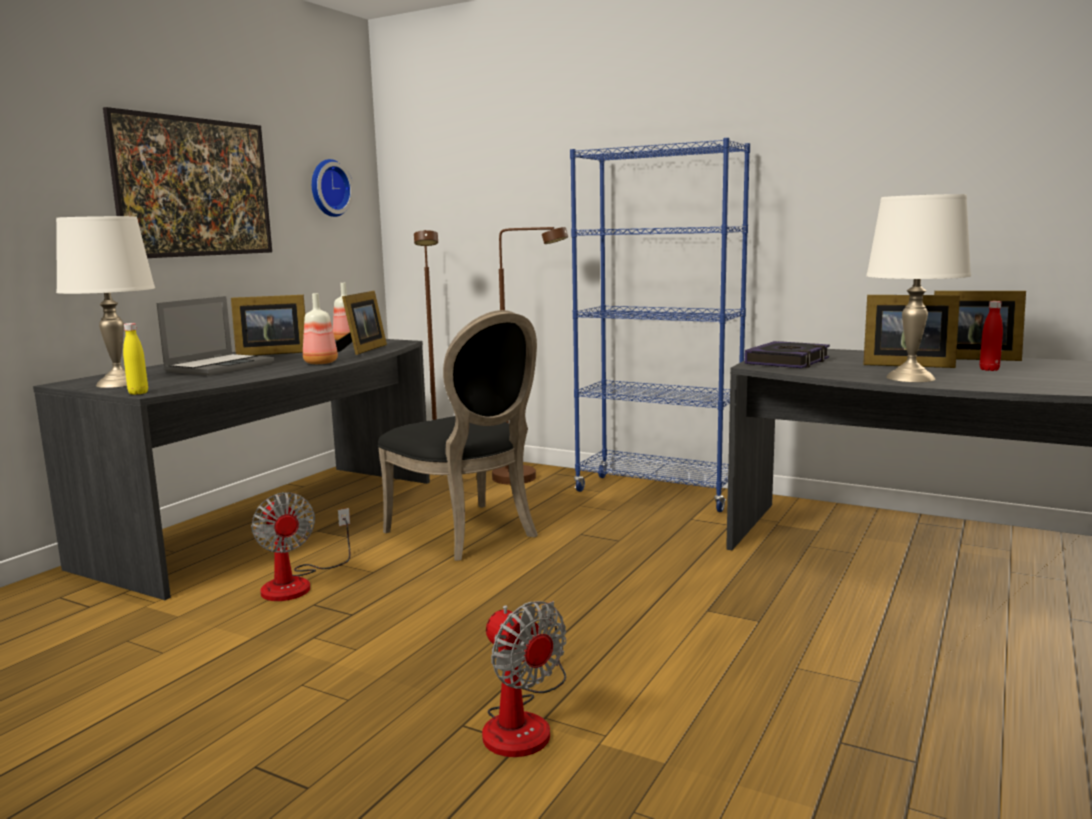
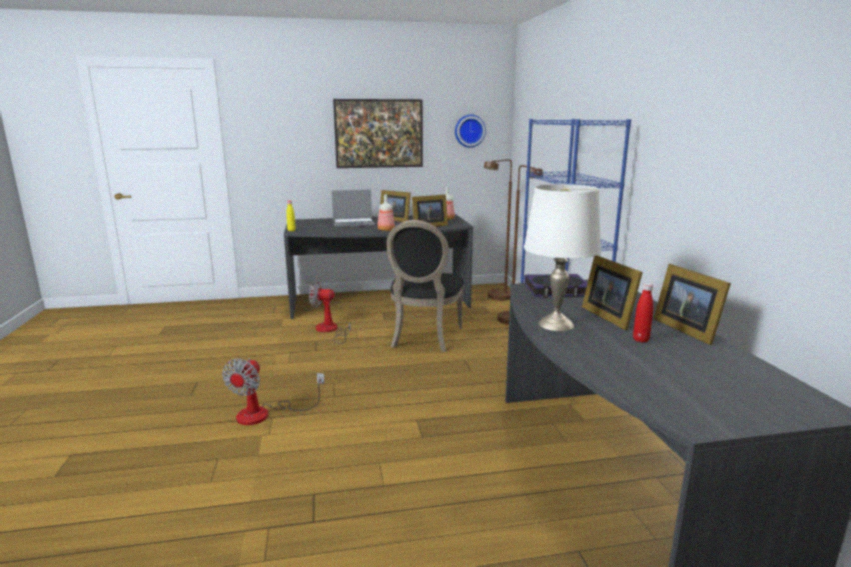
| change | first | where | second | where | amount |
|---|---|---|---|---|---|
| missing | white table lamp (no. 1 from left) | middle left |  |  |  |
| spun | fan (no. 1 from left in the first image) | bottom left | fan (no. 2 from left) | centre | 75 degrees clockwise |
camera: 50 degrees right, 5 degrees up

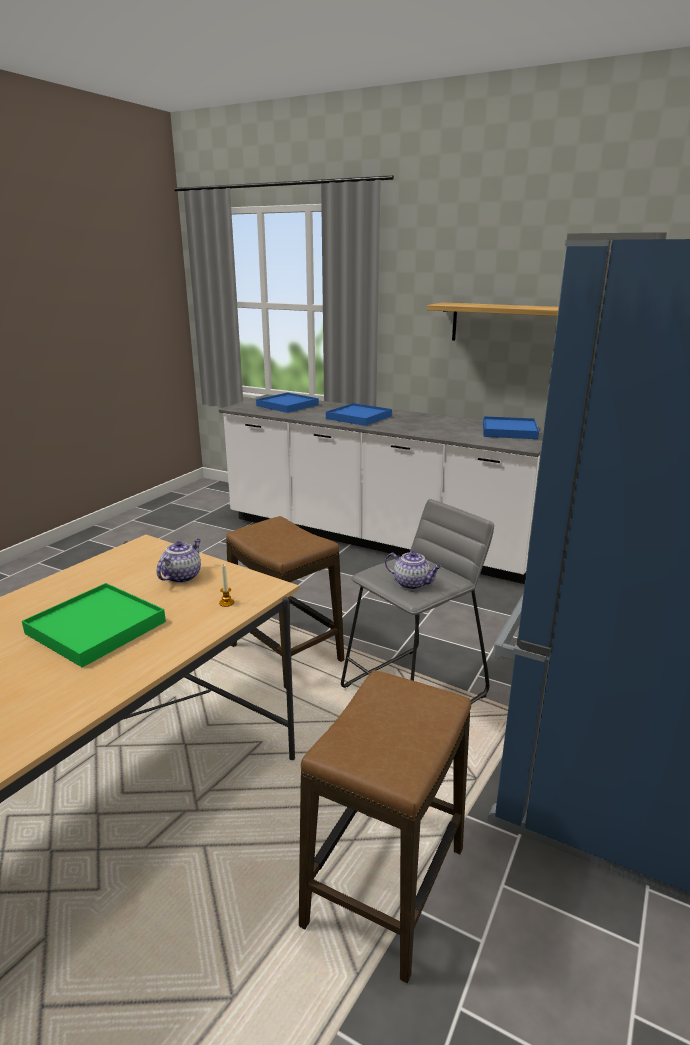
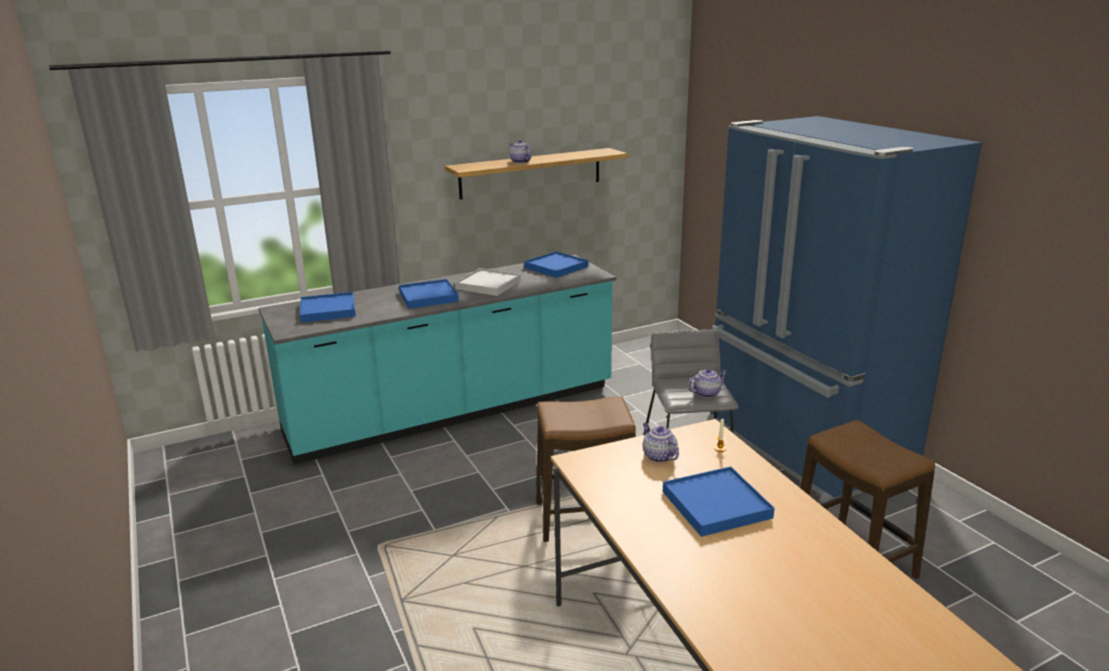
| change | first | where | second | where | amount |
|---|---|---|---|---|---|
| colour | green tray | middle left | blue tray (no. 4 from left) | bottom centre |  |
| colour | white counter | centre | turquoise counter | centre |  |
| appeared |  |  | white tray | centre |  |
| appeared |  |  | teapot (no. 1 from left) | top centre |  |
camera: 55 degrees left, 0 degrees up

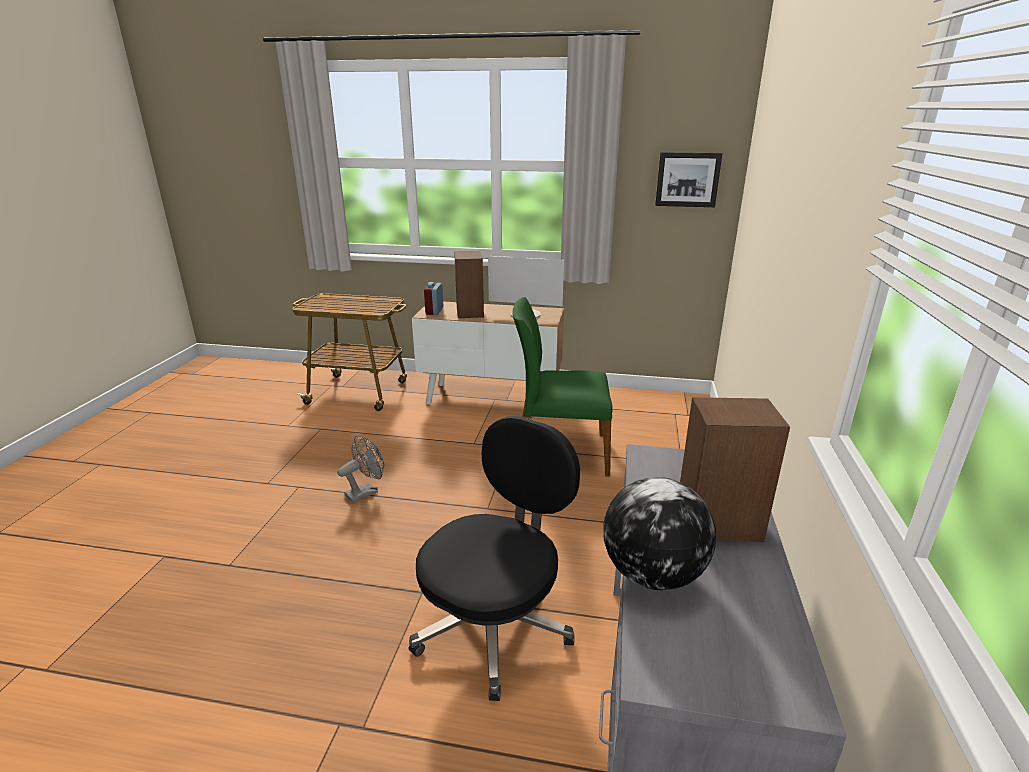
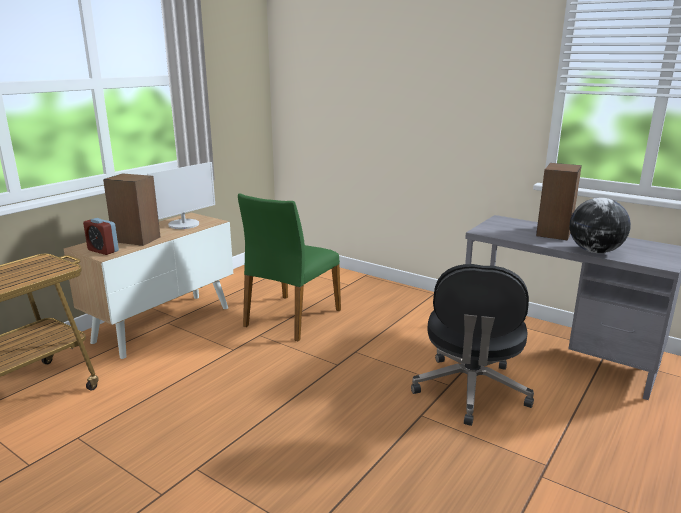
| change | first | where | second | where | amount |
|---|---|---|---|---|---|
| missing | grey fan | centre |  |  |  |
| spun | black office chair | bottom centre |  | bottom right | 135 degrees counterclockwise |
| missing | picture | top right |  |  |  |
camera: 65 degrees left, 5 degrees down

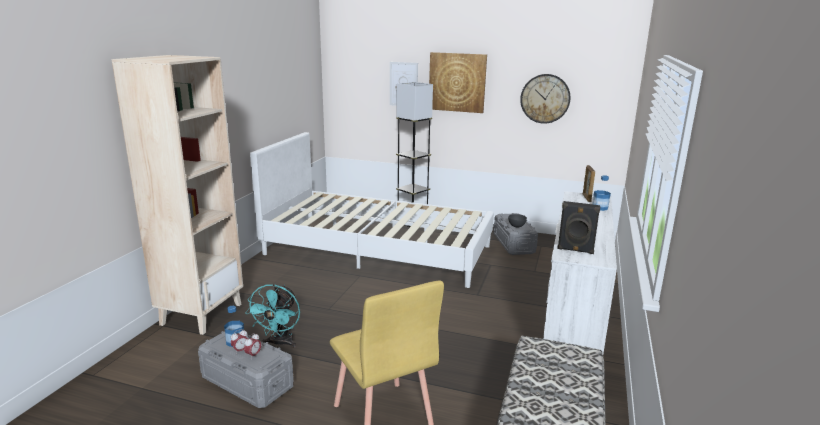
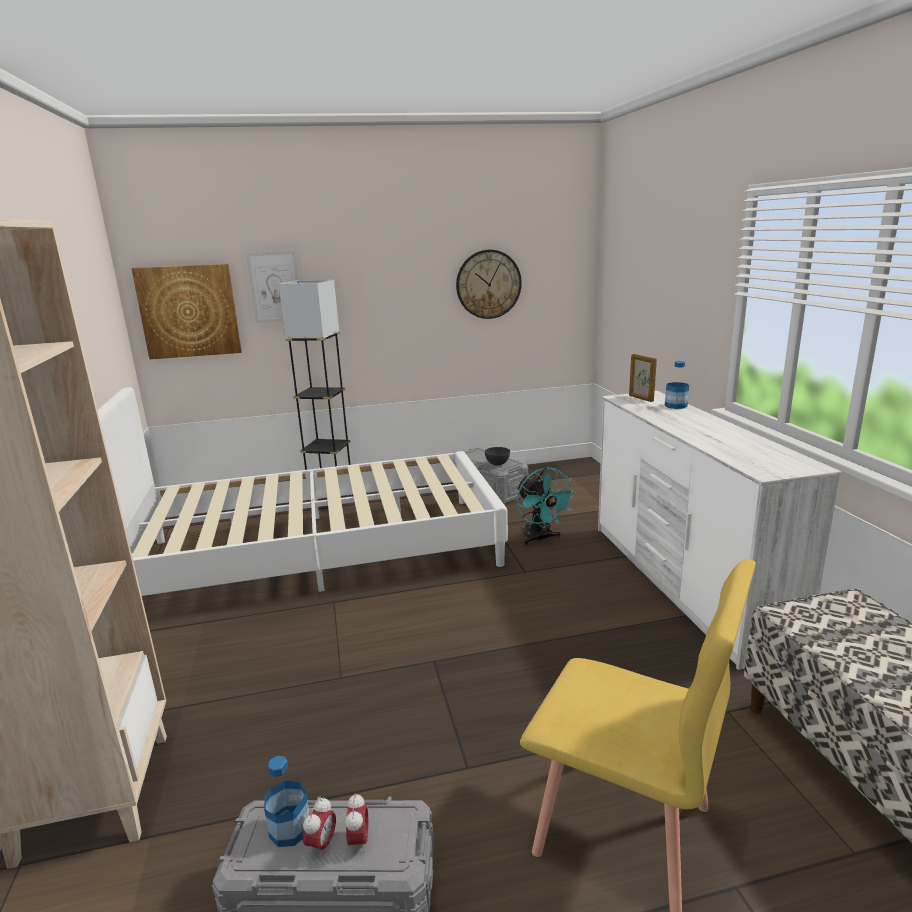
| change | first | where | second | where | amount |
|---|---|---|---|---|---|
| relocated | turquoise fan | bottom left |  | centre |  |
| relocated | picture (no. 2 from left in the first image) | top centre | picture (no. 1 from left) | middle left |  |
| missing | black speaker | middle right |  |  |  |
camera: 30 degrees left, 0 degrees up

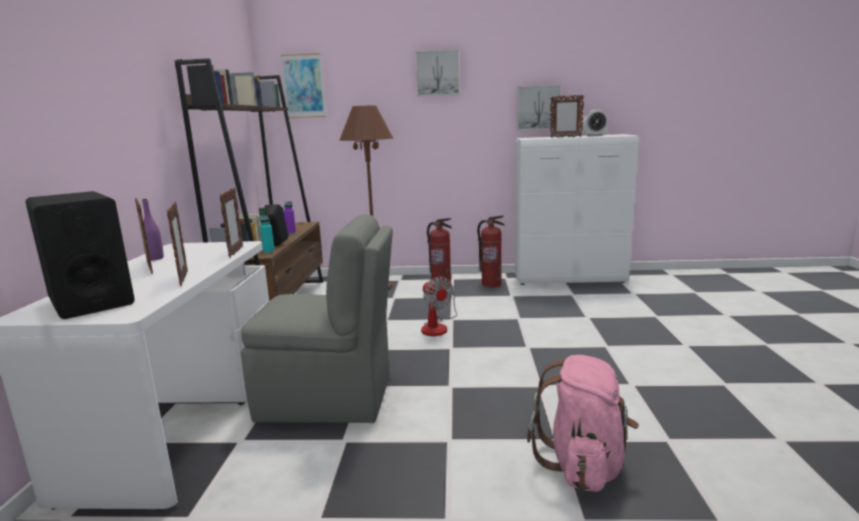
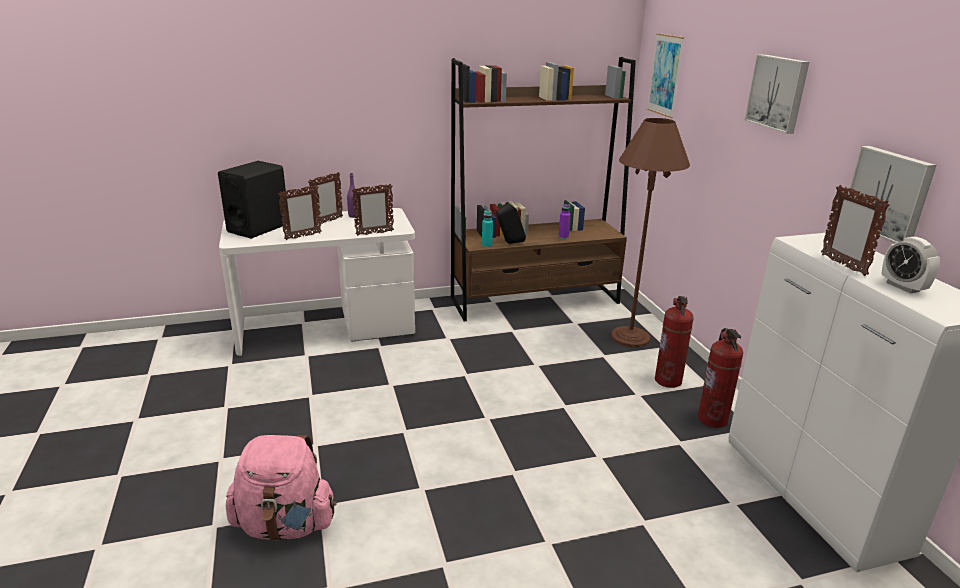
| change | first | where | second | where | amount |
|---|---|---|---|---|---|
| missing | grey chair | centre |  |  |  |
| missing | fan | centre |  |  |  |
camera: 70 degrees right, 10 degrees up

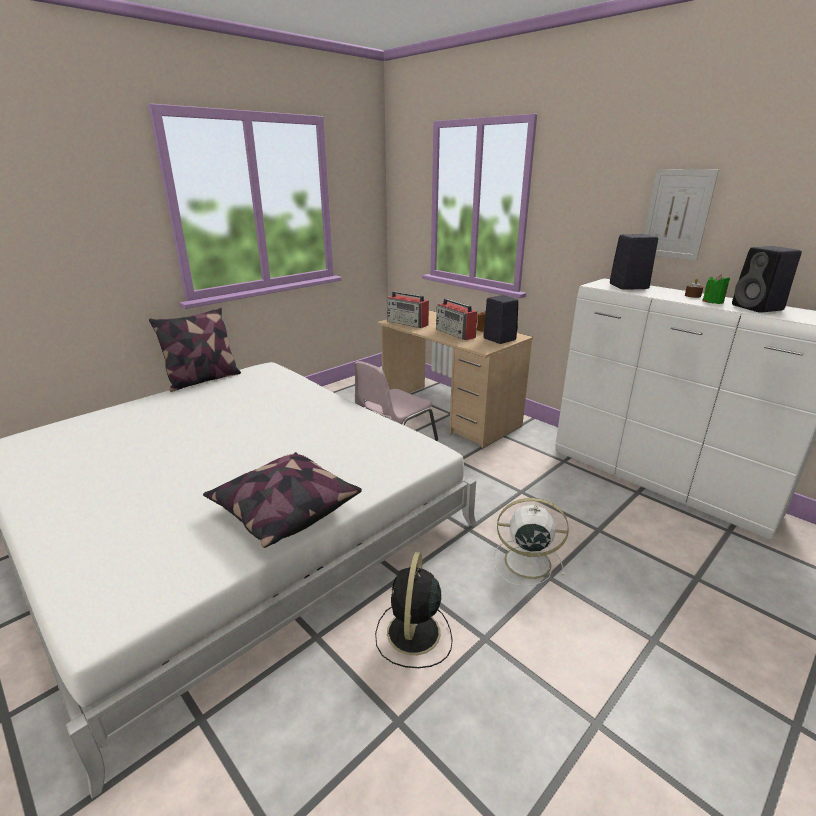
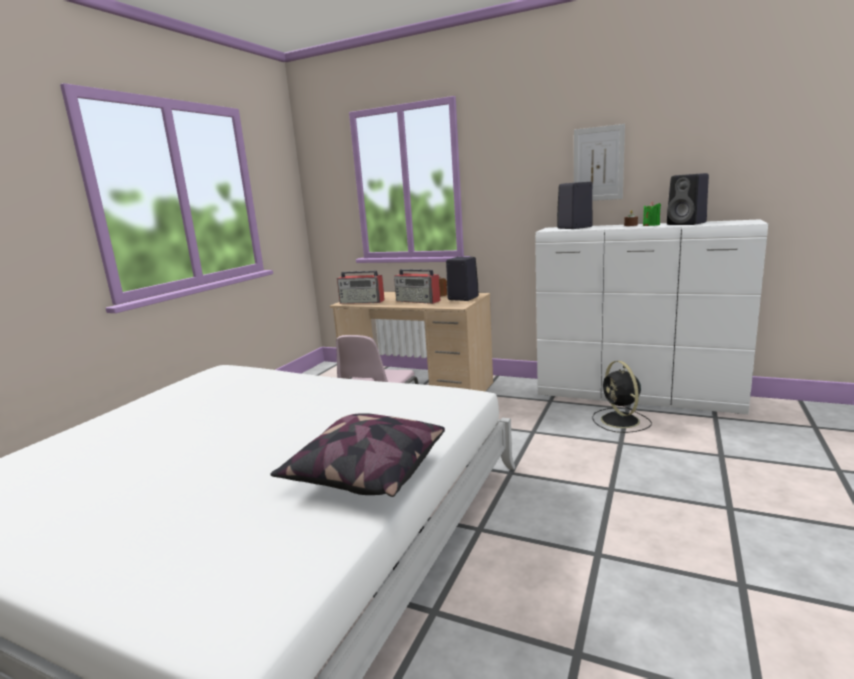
| change | first | where | second | where | amount |
|---|---|---|---|---|---|
| missing | pillow (no. 1 from left) | middle left |  |  |  |
| relocated | black fan | bottom centre |  | middle right |  |
| missing | white fan | centre |  |  |  |
camera: 20 degrees left, 10 degrees down

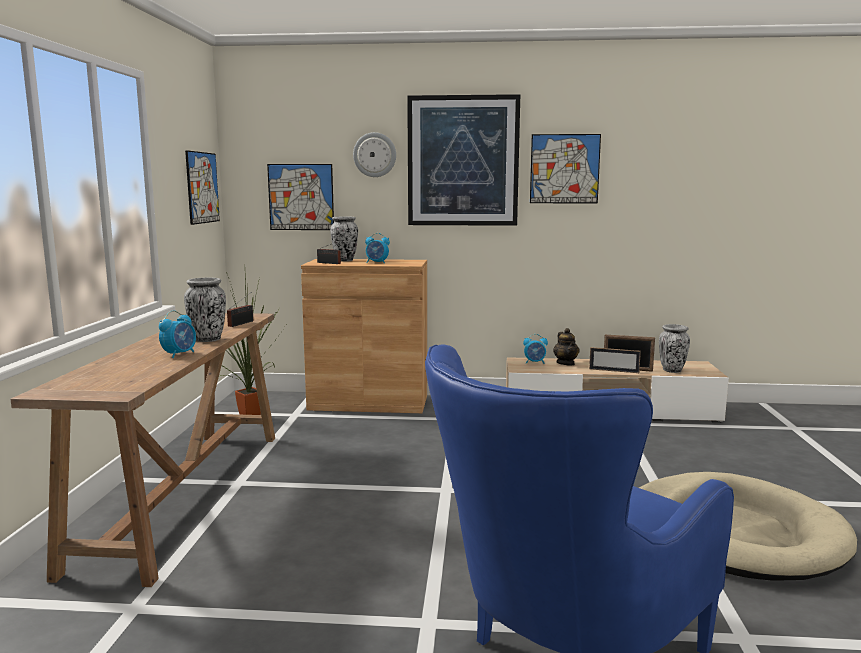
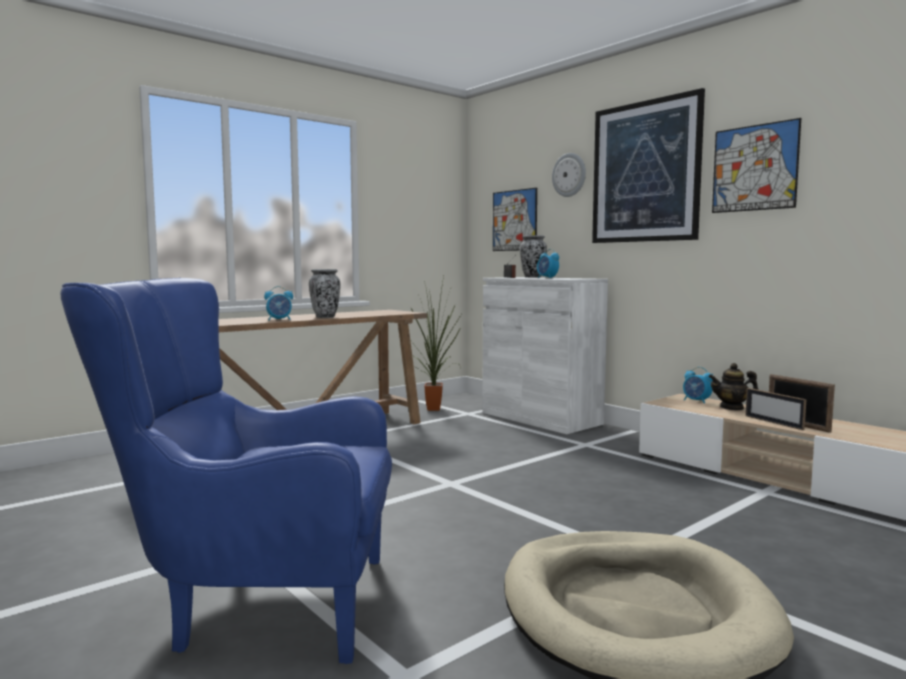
| change | first | where | second | where | amount |
|---|---|---|---|---|---|
| missing | picture (no. 1 from left) | top left |  |  |  |
| missing | radio (no. 1 from left) | middle left |  |  |  |
| colour | brown cabinet | centre | white cabinet | centre |  |
| spun | teapot | centre |  | middle right | 60 degrees clockwise |
| missing | vase (no. 3 from left) | middle right |  |  |  |
camera: 45 degrees right, 5 degrees down

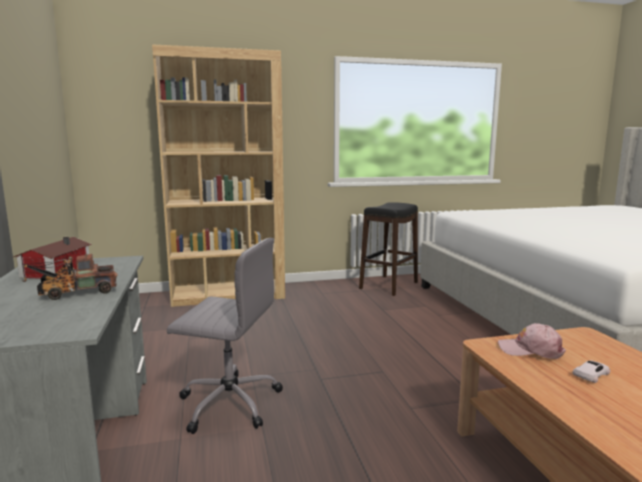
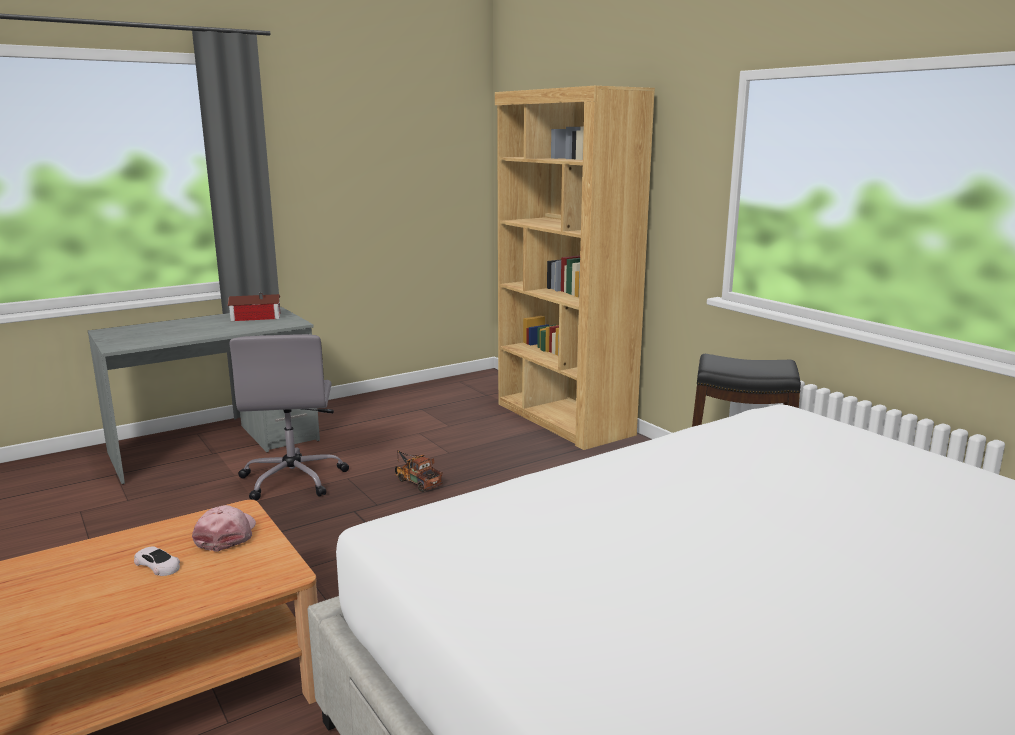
| change | first | where | second | where | amount |
|---|---|---|---|---|---|
| relocated | toy truck | middle left |  | centre |  |
camera: 70 degrees right, 5 degrees up

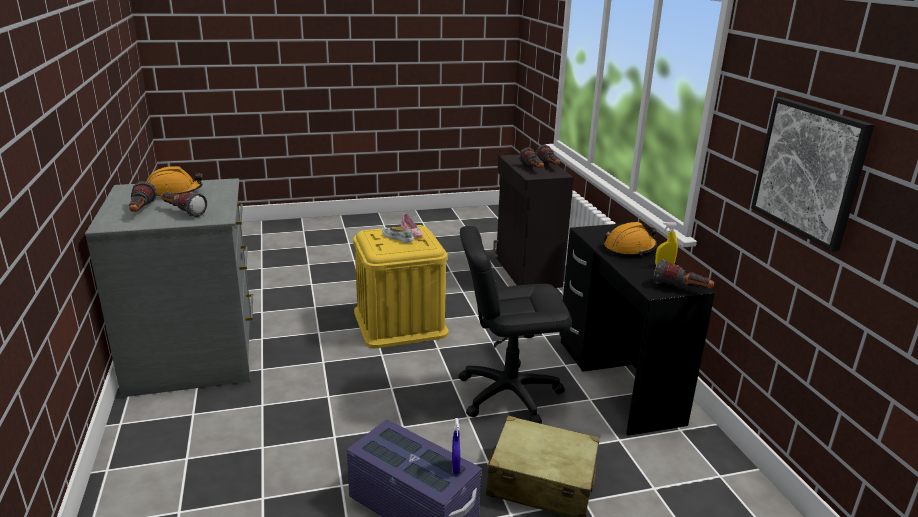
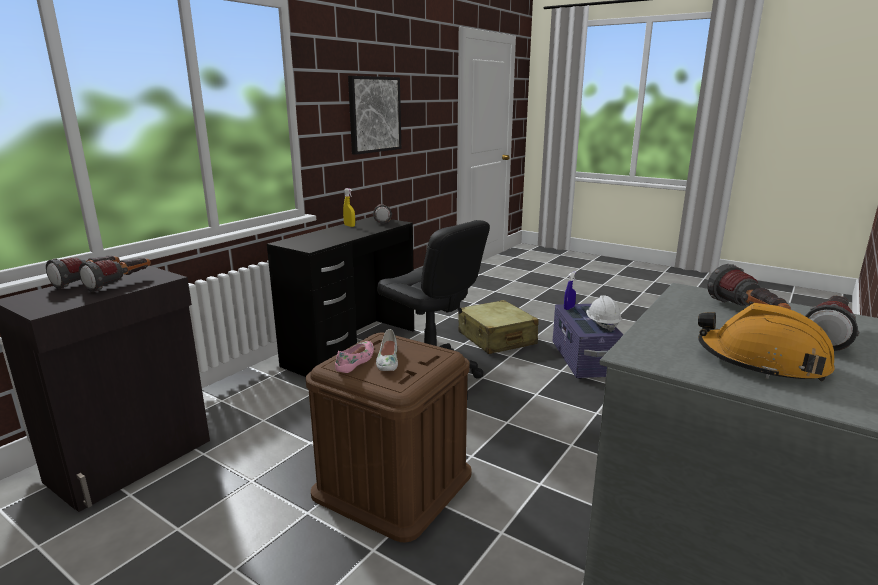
| change | first | where | second | where | amount |
|---|---|---|---|---|---|
| colour | yellow storage box | centre | brown storage box | bottom centre |  |
| missing | orange hard hat (no. 2 from left) | middle right |  |  |  |
| appeared |  |  | white hard hat | middle right |  |
camera: 130 degrees left, 5 degrees down

